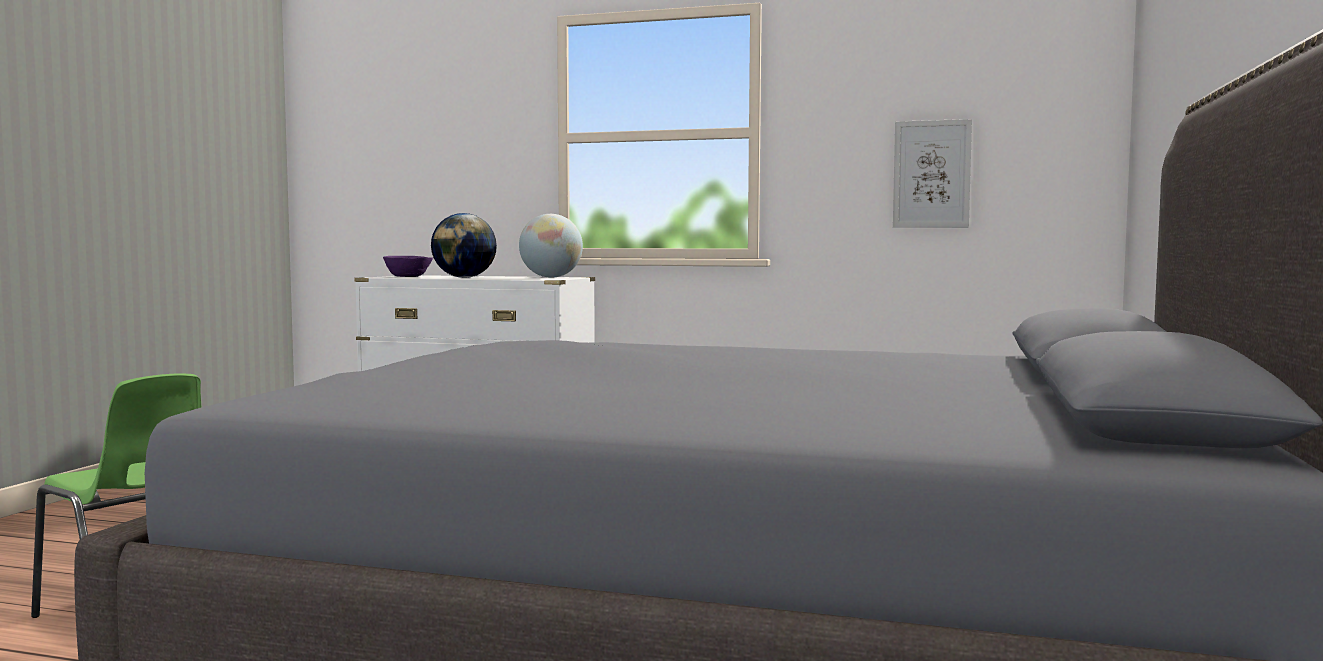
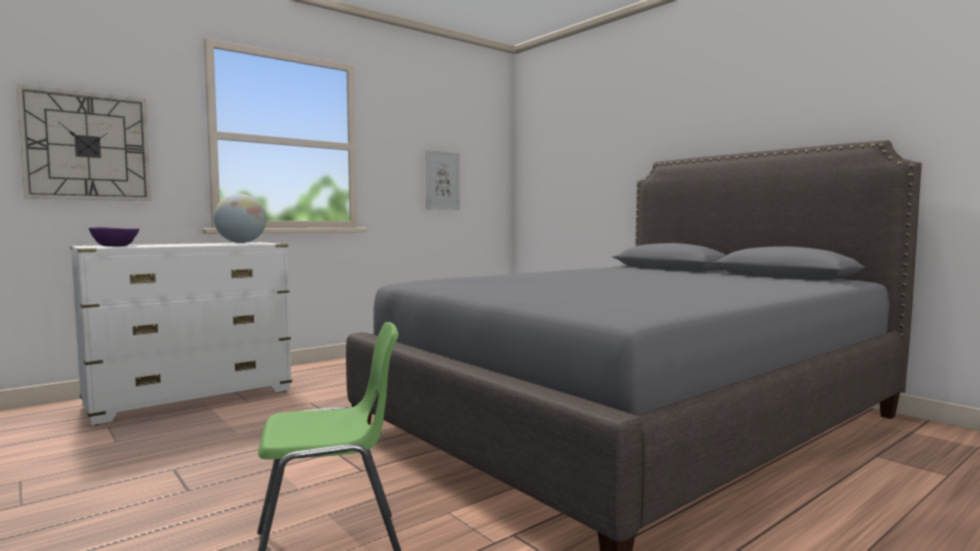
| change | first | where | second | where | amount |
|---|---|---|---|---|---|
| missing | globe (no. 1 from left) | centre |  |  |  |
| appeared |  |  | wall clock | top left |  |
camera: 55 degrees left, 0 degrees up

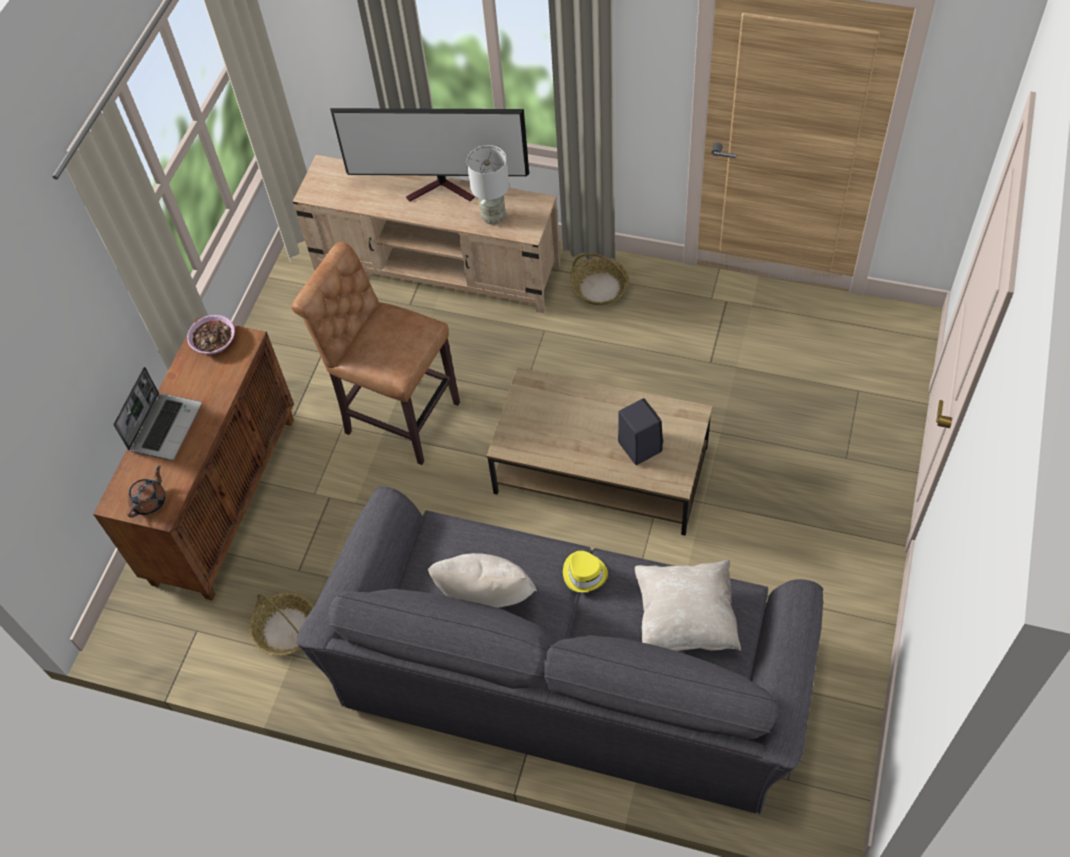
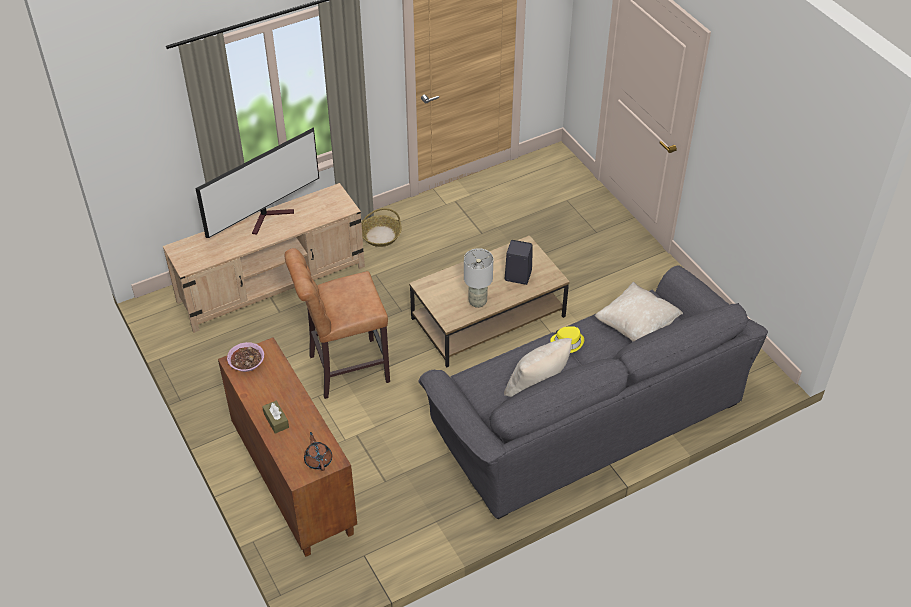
| change | first | where | second | where | amount |
|---|---|---|---|---|---|
| exchanged | laptop | middle left | brown tissue box | bottom left |  |
| missing | basket (no. 1 from left) | bottom left |  |  |  |
| relocated | grey table lamp | top centre |  | centre |  |
camera: 50 degrees left, 10 degrees down

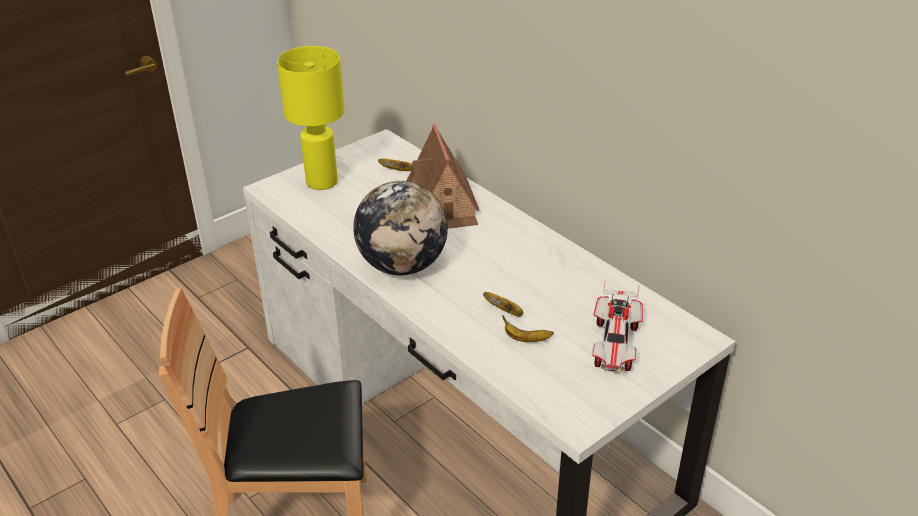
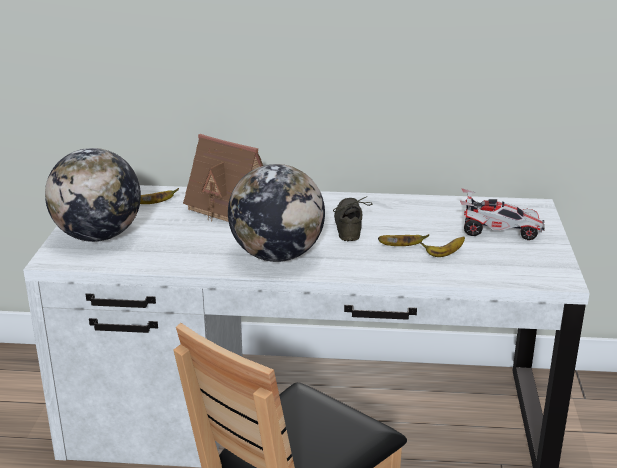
| change | first | where | second | where | amount |
|---|---|---|---|---|---|
| exchanged | yellow table lamp | top centre | globe (no. 1 from left) | middle left |  |
| spun | toy car | middle right |  | middle right | 45 degrees counterclockwise |
| appeared |  |  | grey shoe | centre |  |
camera: 45 degrees left, 10 degrees down

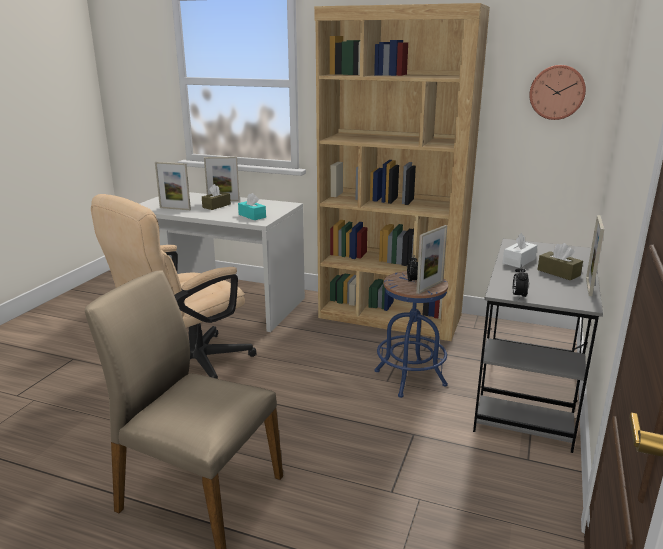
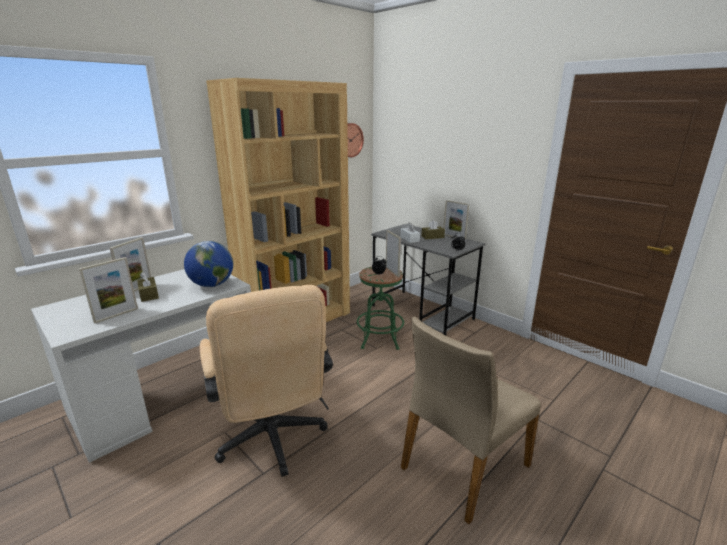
| change | first | where | second | where | amount |
|---|---|---|---|---|---|
| exchanged | turquoise tissue box | centre | globe | middle left |  |
| colour | blue stool | centre | green stool | centre |  |
camera: 65 degrees left, 0 degrees up

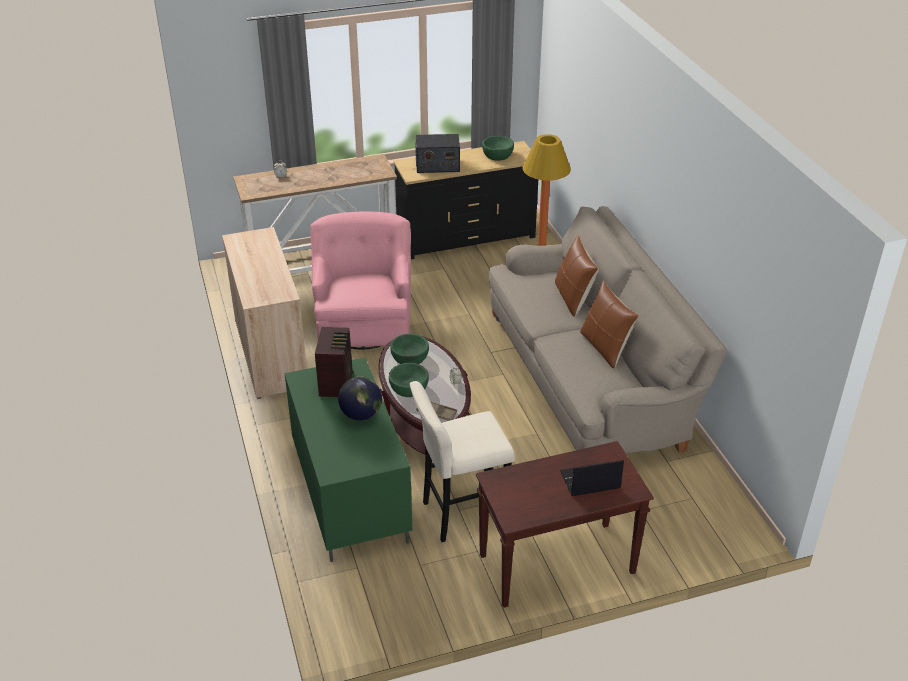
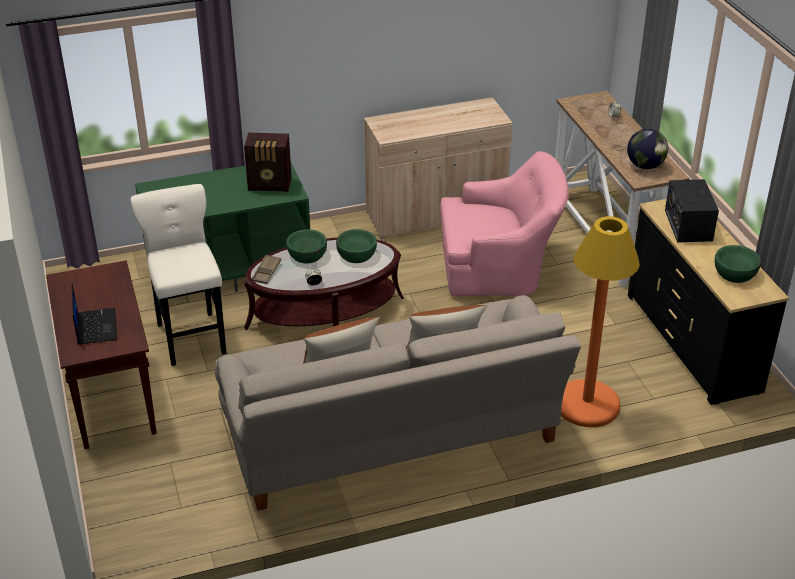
| change | first | where | second | where | amount |
|---|---|---|---|---|---|
| relocated | globe | centre |  | top right |  |
camera: 90 degrees right, 0 degrees up

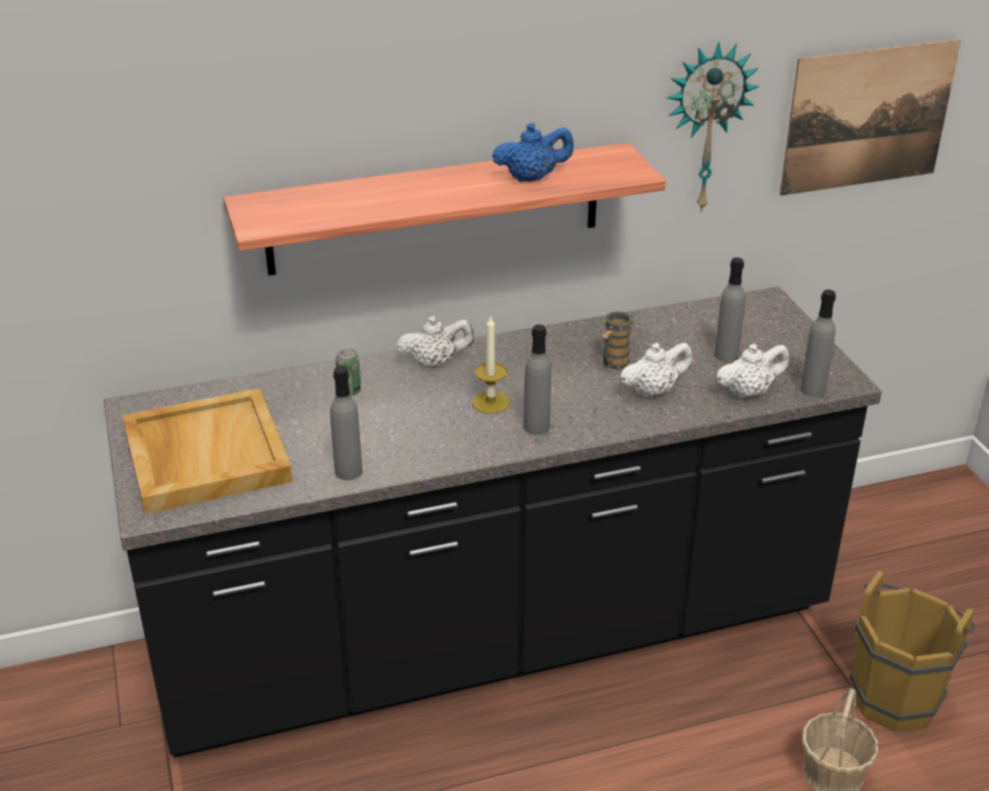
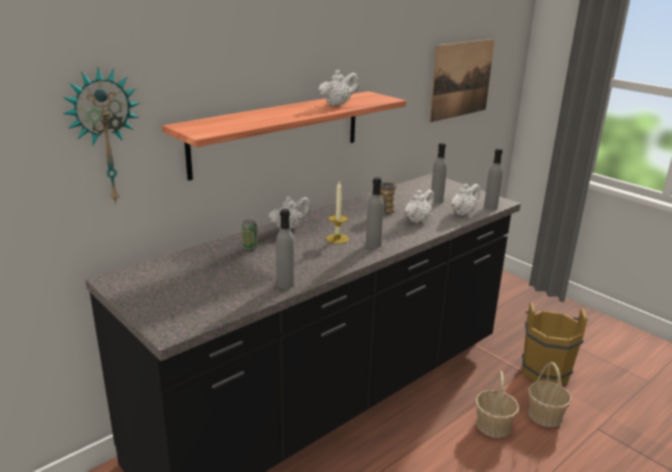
| change | first | where | second | where | amount |
|---|---|---|---|---|---|
| missing | beige tray | middle left |  |  |  |
| colour | blue teapot | top centre | white teapot (no. 2 from left) | top centre |  |
| relocated | wall clock | top right |  | top left |  |
| appeared |  |  | basket (no. 1 from left) | bottom right |  |
camera: 25 degrees left, 10 degrees down

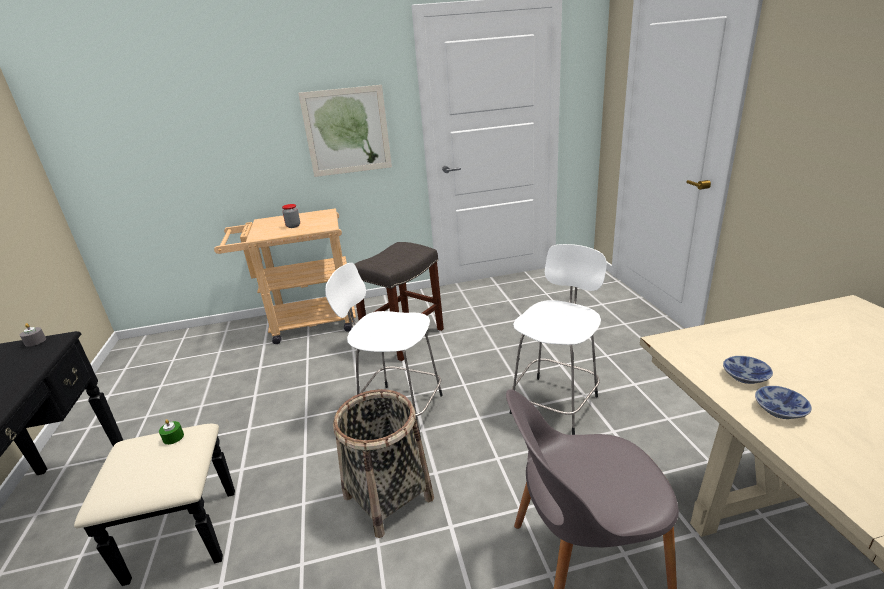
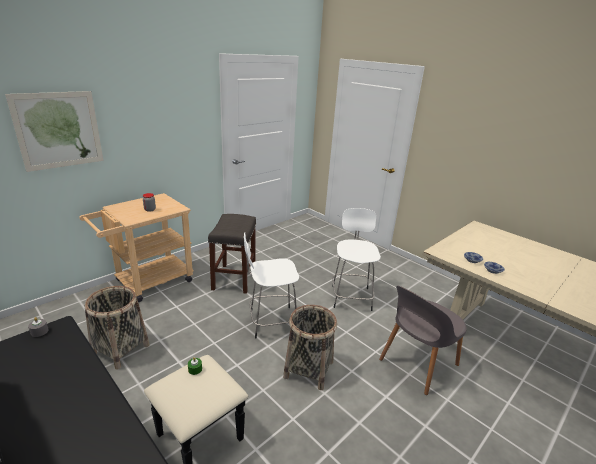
| change | first | where | second | where | amount |
|---|---|---|---|---|---|
| relocated | picture | top centre |  | top left |  |
| appeared |  |  | basket (no. 1 from left) | bottom left |  |
camera: 35 degrees left, 0 degrees up

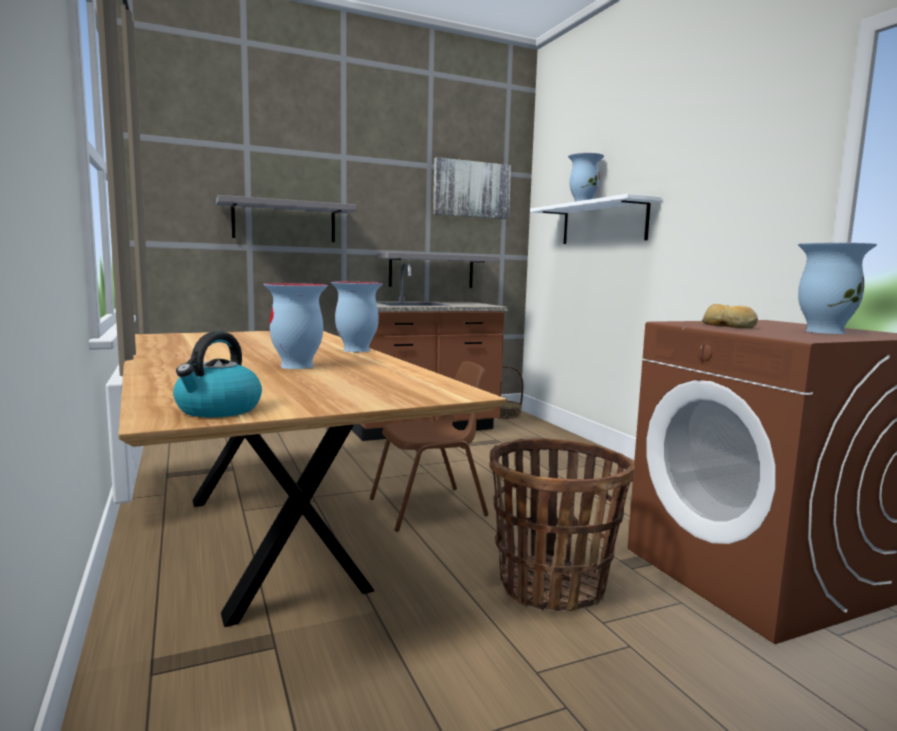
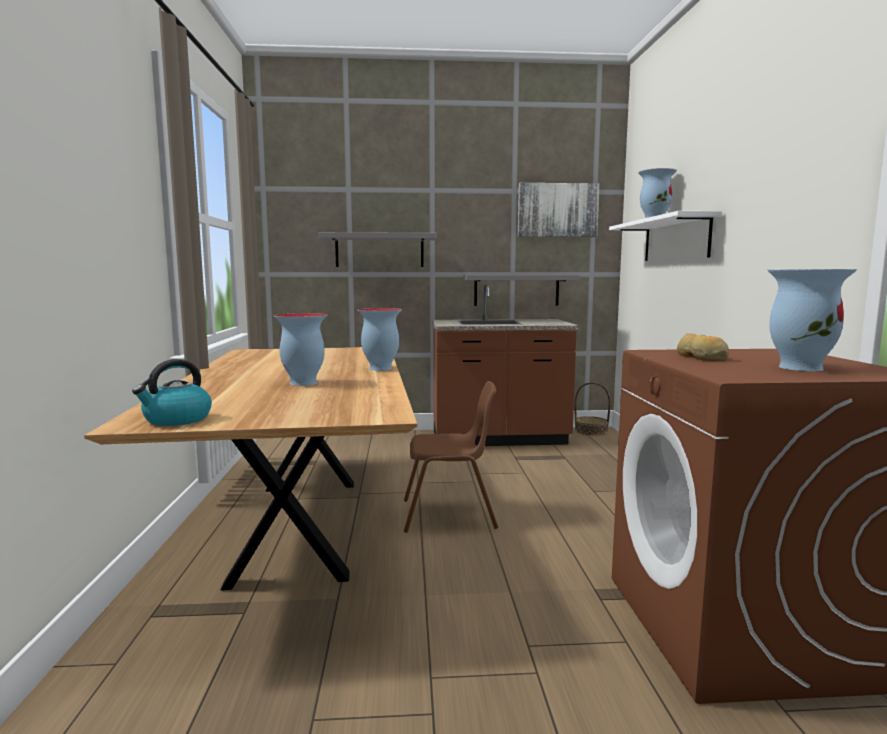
| change | first | where | second | where | amount |
|---|---|---|---|---|---|
| missing | basket (no. 2 from left) | bottom centre |  |  |  |
camera: 20 degrees right, 0 degrees up

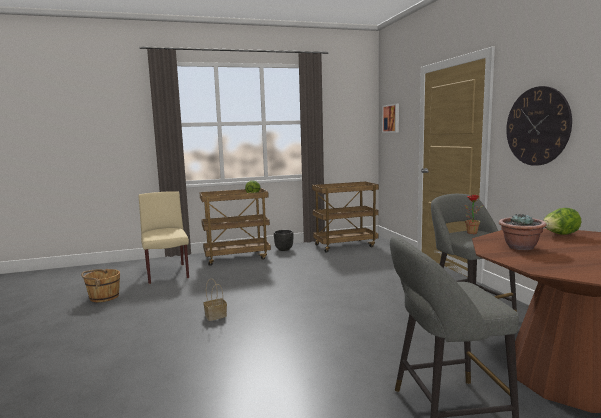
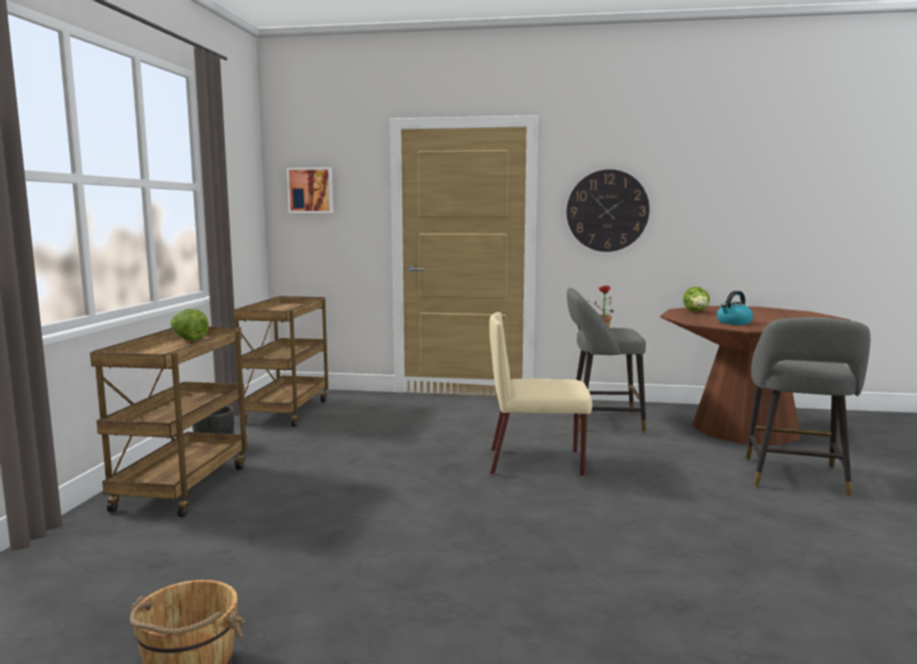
| change | first | where | second | where | amount |
|---|---|---|---|---|---|
| relocated | beige chair | middle left |  | centre |  |
| missing | basket | bottom centre |  |  |  |
| exchanged | potted plant (no. 2 from left) | middle right | kettle | middle right |  |
camera: 65 degrees left, 0 degrees up

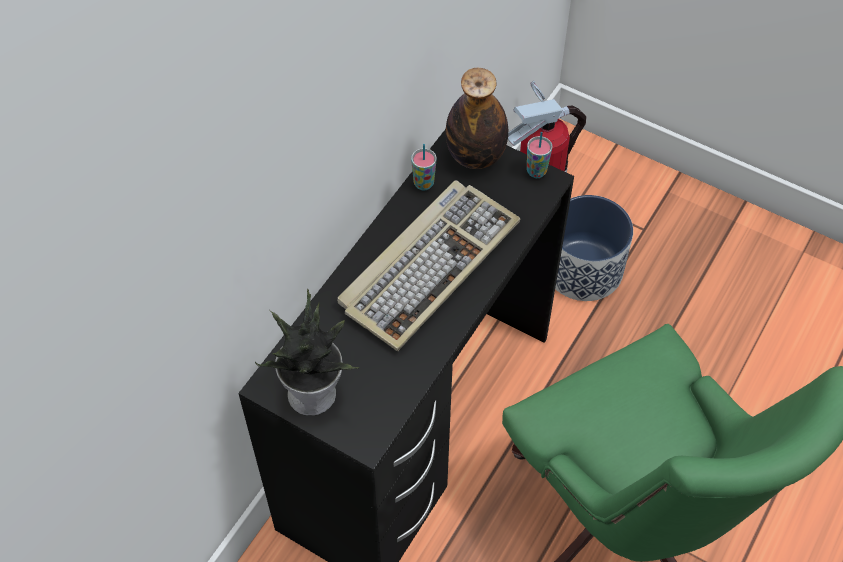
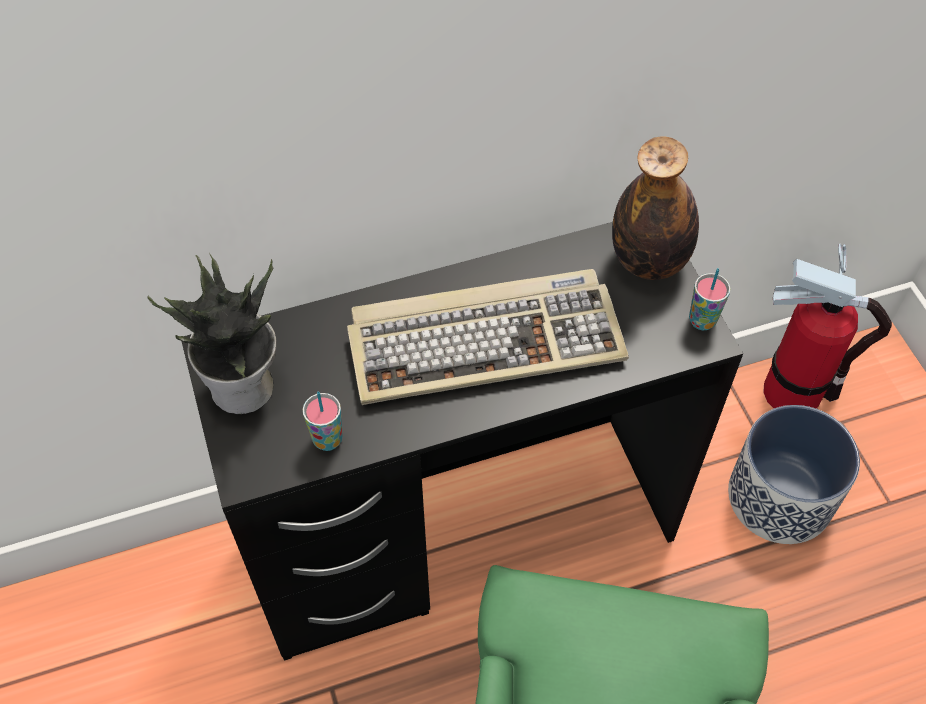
| change | first | where | second | where | amount |
|---|---|---|---|---|---|
| relocated | cup (no. 1 from left) | top centre |  | centre |  |
camera: 40 degrees right, 0 degrees up

